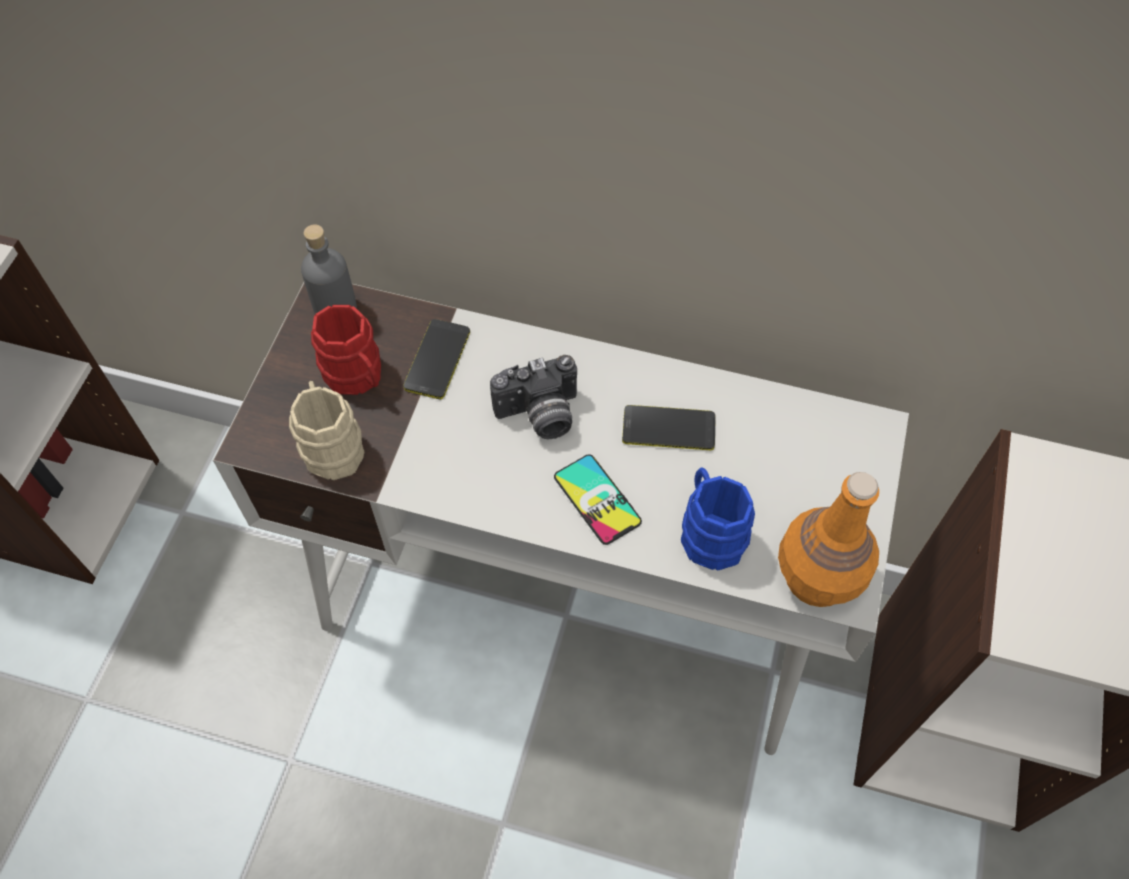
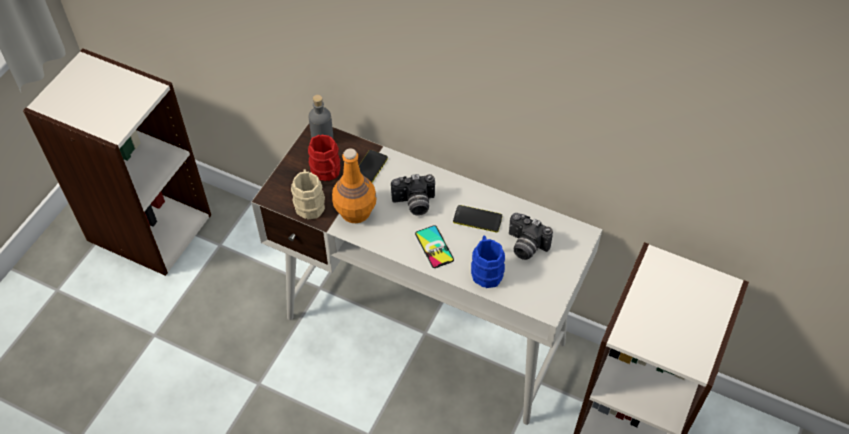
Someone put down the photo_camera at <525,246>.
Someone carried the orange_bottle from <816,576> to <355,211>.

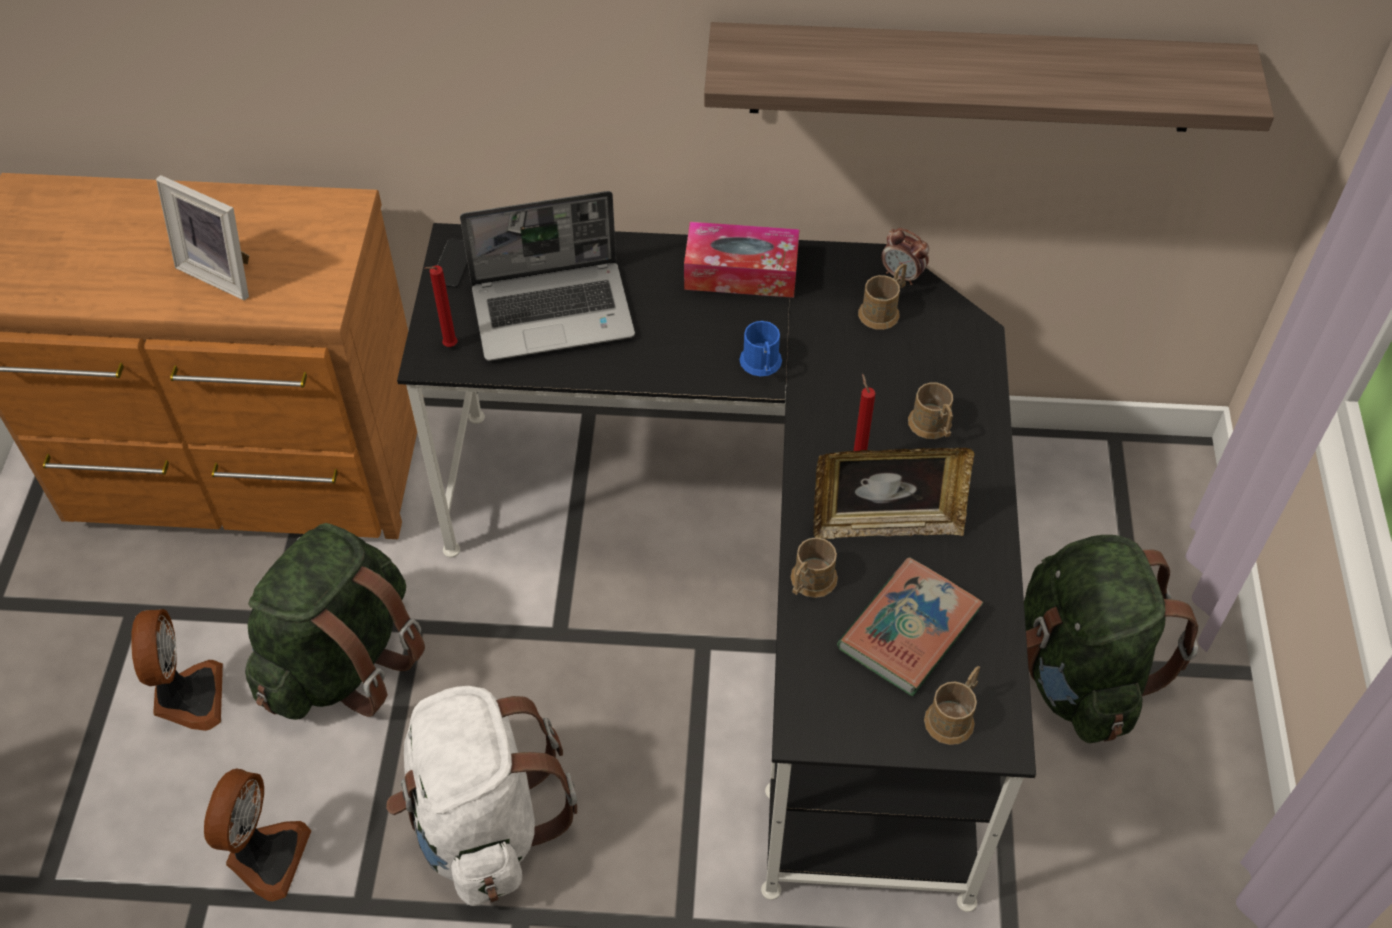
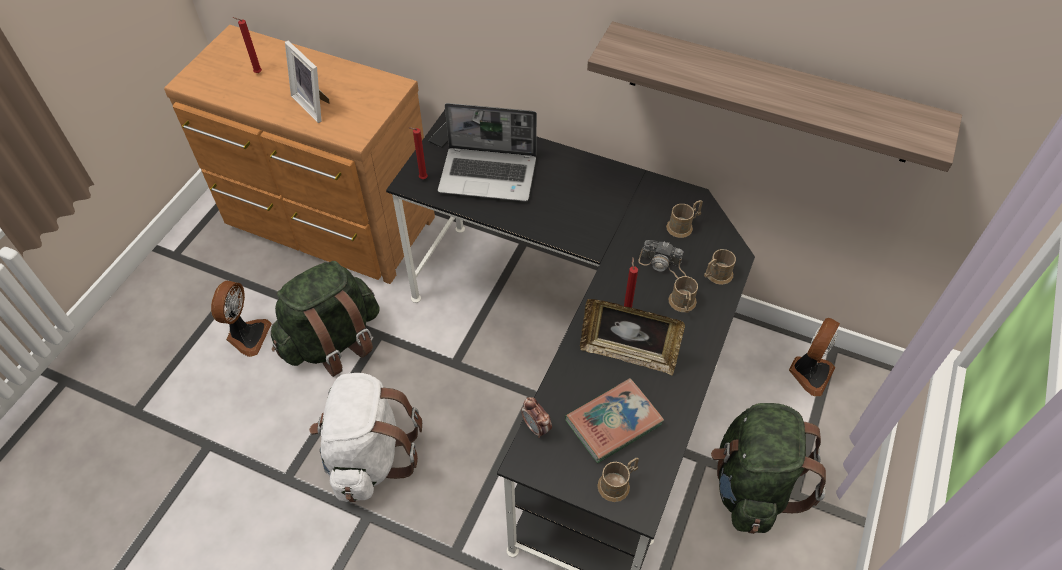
Someone took away the tissue_box at <741,272>.
Someone took away the blue_mug at <762,365>.
Someone put down the red_candle at <256,73>.
Someone put down the photo_camera at <663,264>.
Someone carried the fan from <265,856> to <809,372>.
Someone carried the brown_mug from <810,582> to <716,275>.
Someone carried the alarm_clock from <902,275> to <536,427>.

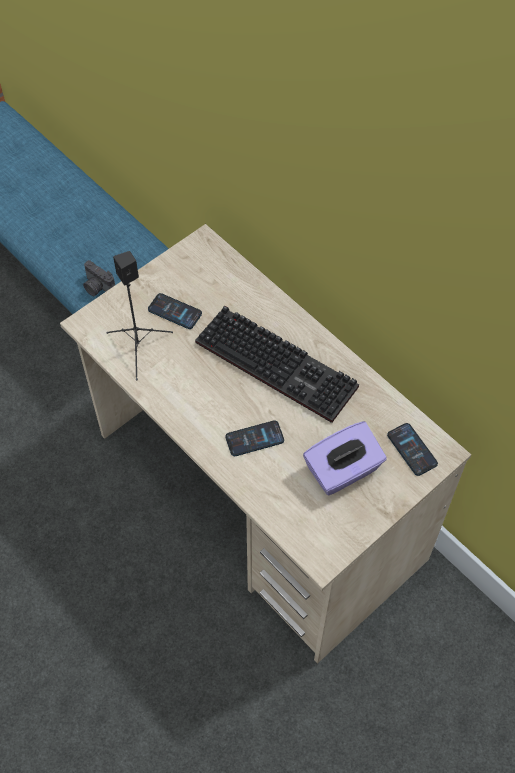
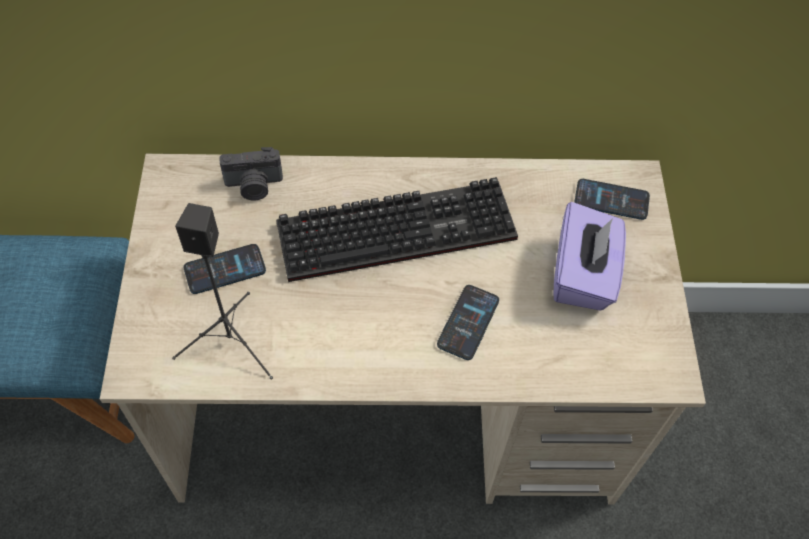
Someone carried the photo_camera from <97,288> to <254,186>.

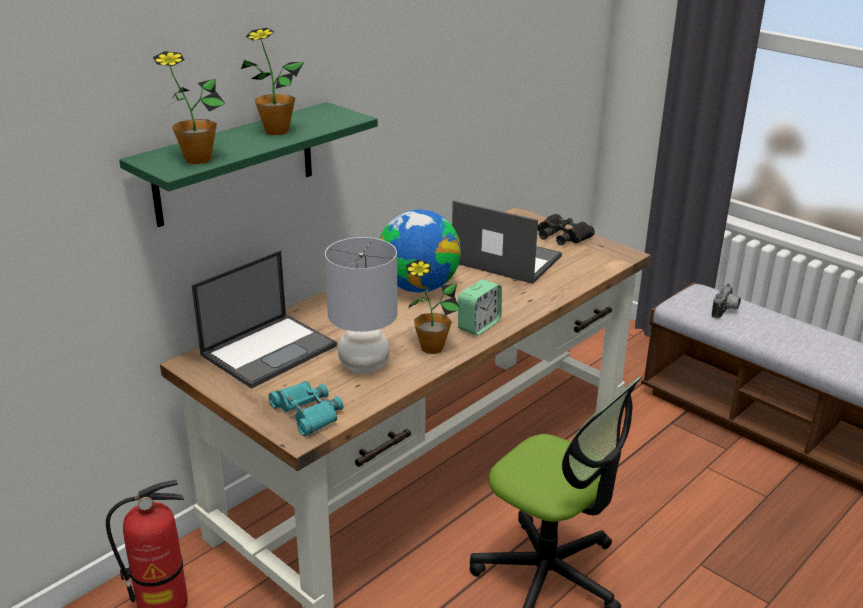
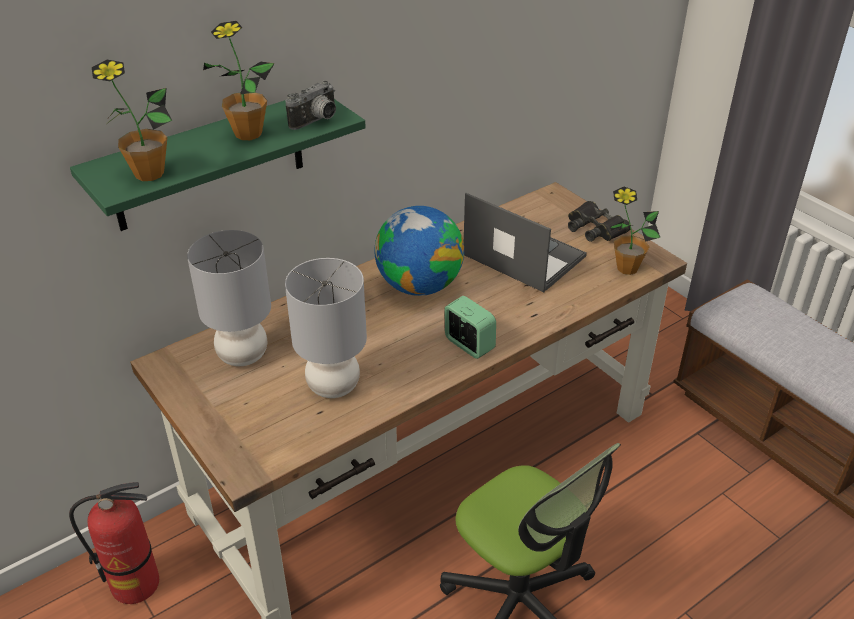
Someone took away the turquoise_binoculars at <307,413>.
Someone carried the potted_plant from <432,348> to <627,268>.
Someone carried the photo_camera from <725,311> to <317,121>.
Someone swapped the laptop at <269,350> for the grey_table_lamp at <243,355>.
Someone rotated the alarm_clock at <479,325> by 90 degrees counterclockwise.

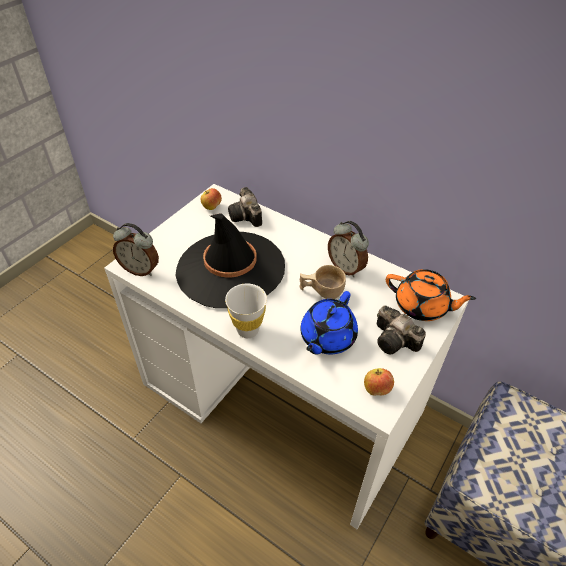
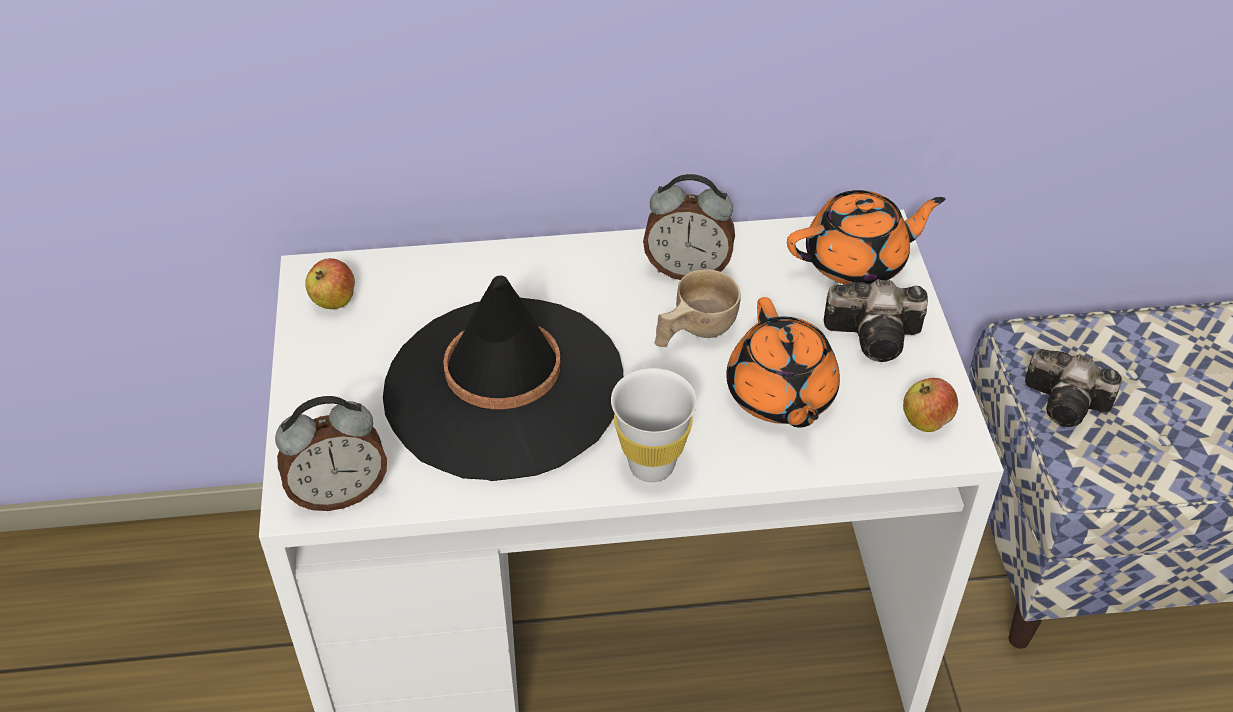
Someone carried the photo_camera from <246,217> to <1069,404>.
Someone repainted the blue_teapot at <327,338>, which became the orange_teapot at <780,396>.

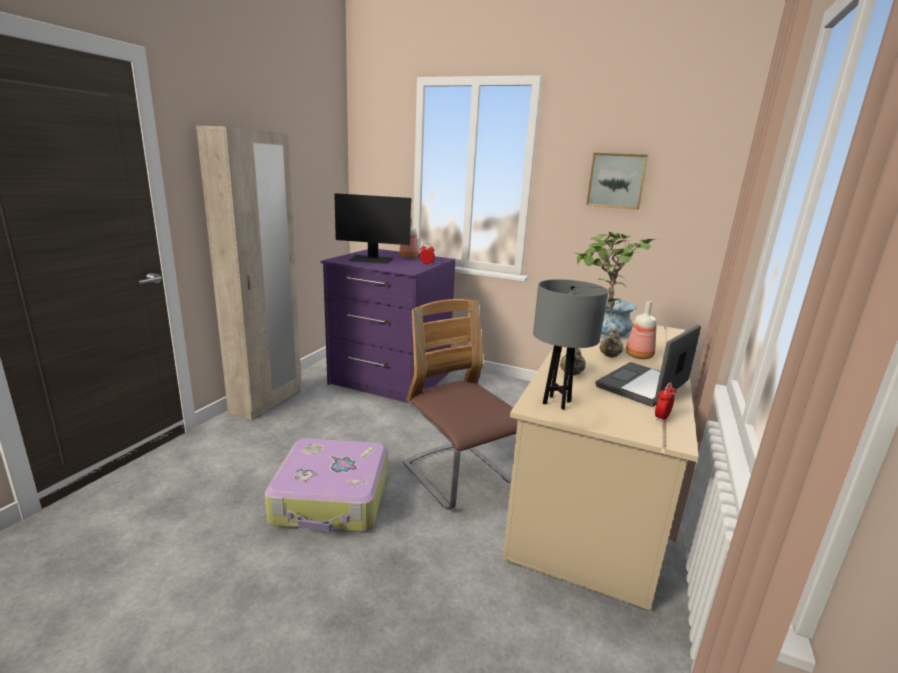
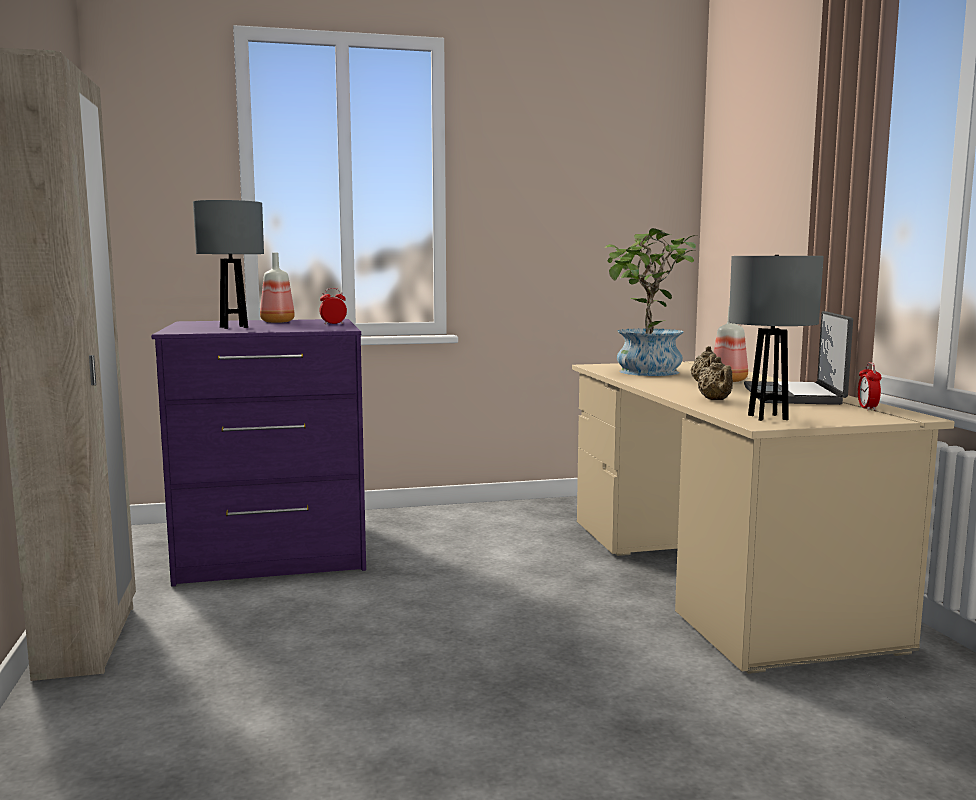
Someone took away the suitcase at <332,498>.
Someone took away the chair at <459,476>.
Someone took away the picture at <616,181>.
Someone swapped the monitor at <371,259> for the grey_table_lamp at <233,327>.

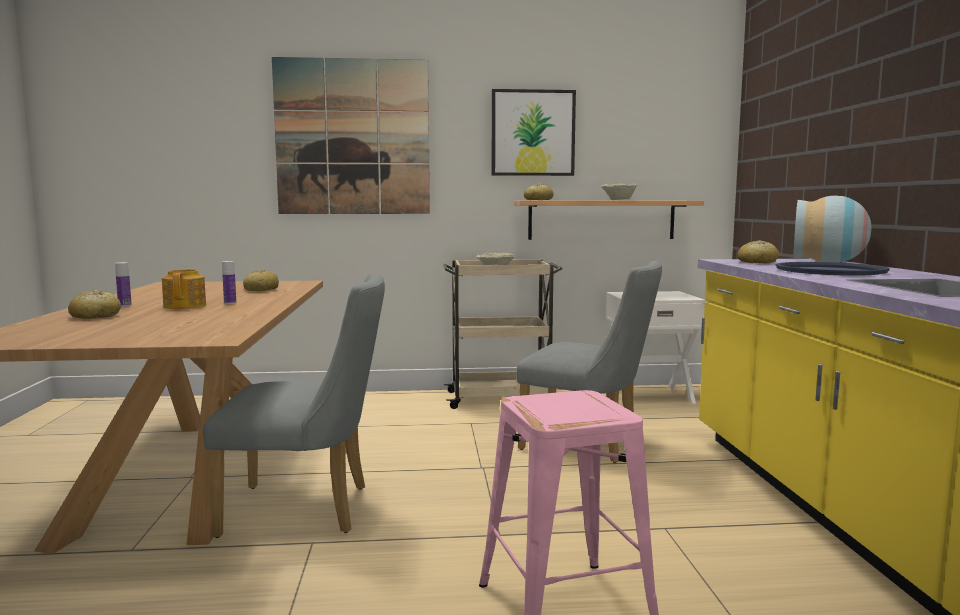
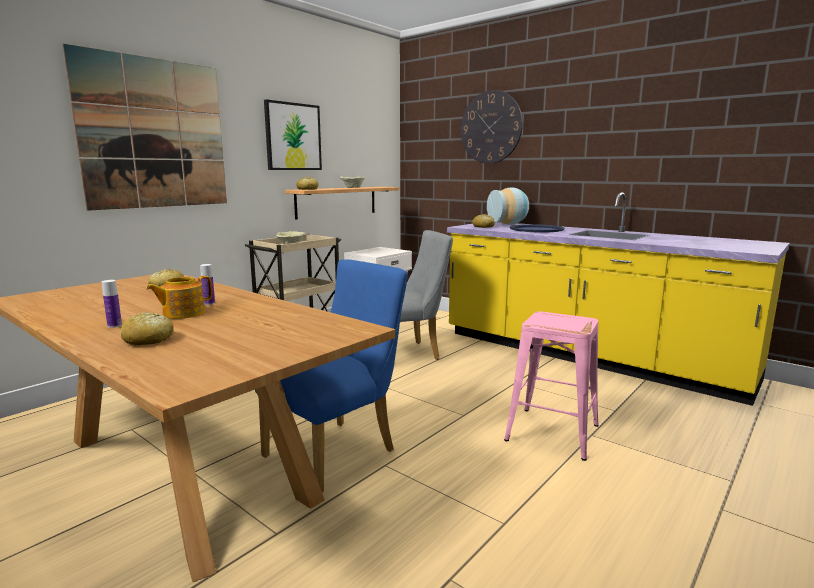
Someone put up the wall_clock at <491,127>.
Someone repainted the grey_chair at <308,510>, which became the blue_chair at <338,450>.
Someone rotated the teapot at <185,306> by 75 degrees counterclockwise.

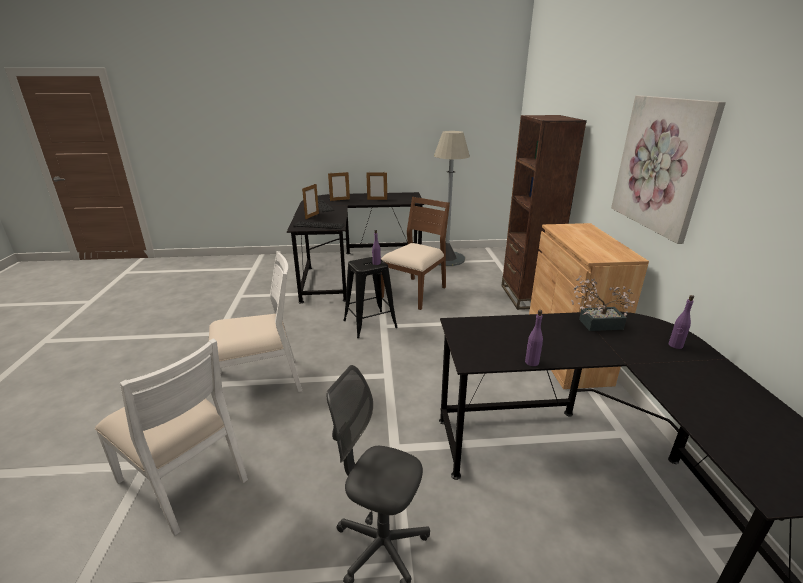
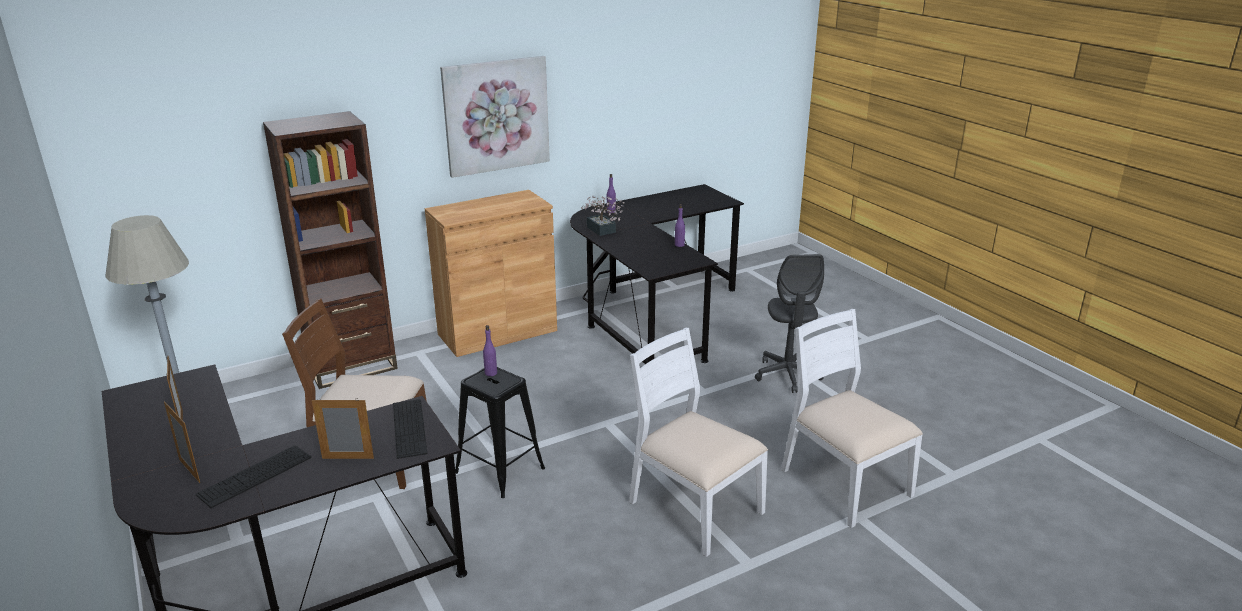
Someone rotated the white_chair at <185,479> by 45 degrees counterclockwise.

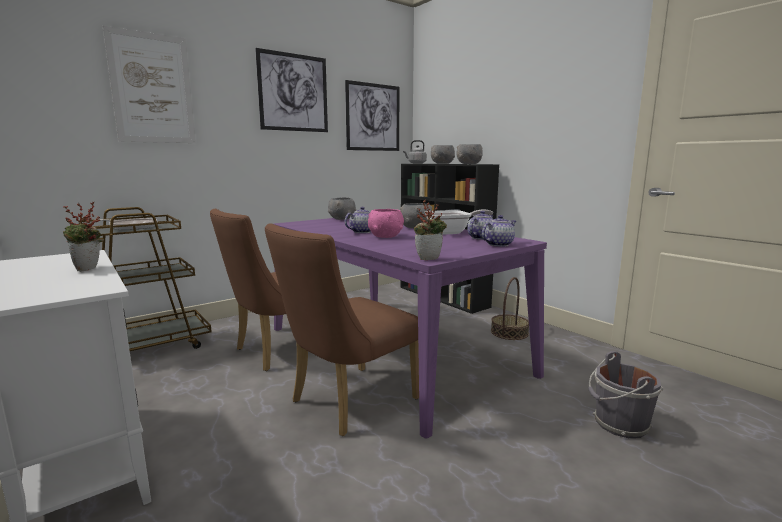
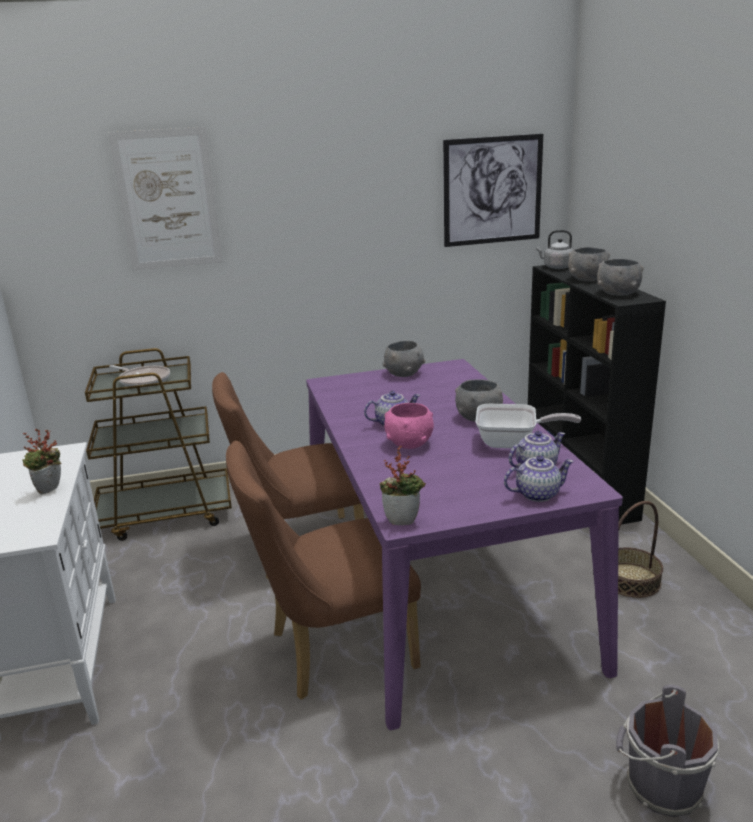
Someone took away the picture at <293,93>.

